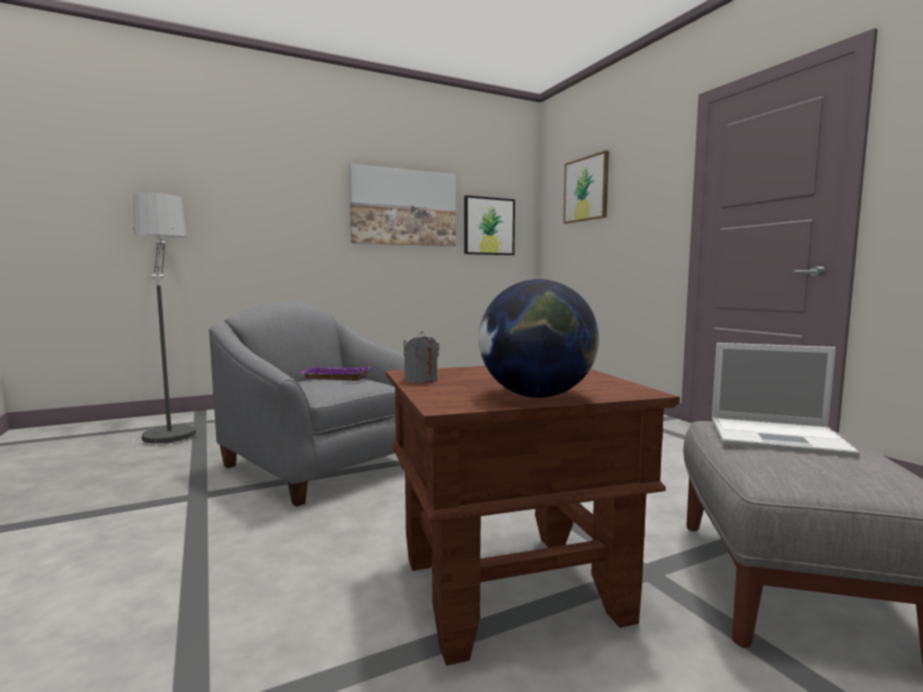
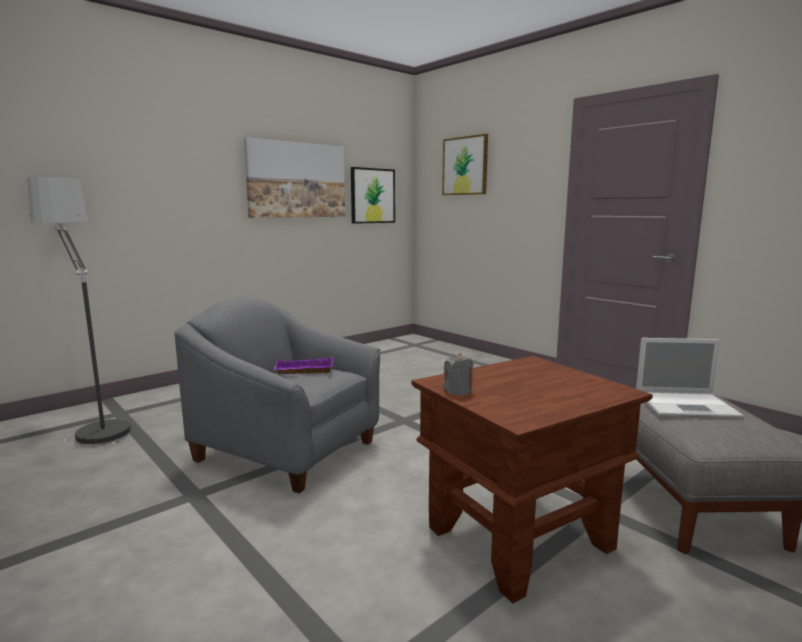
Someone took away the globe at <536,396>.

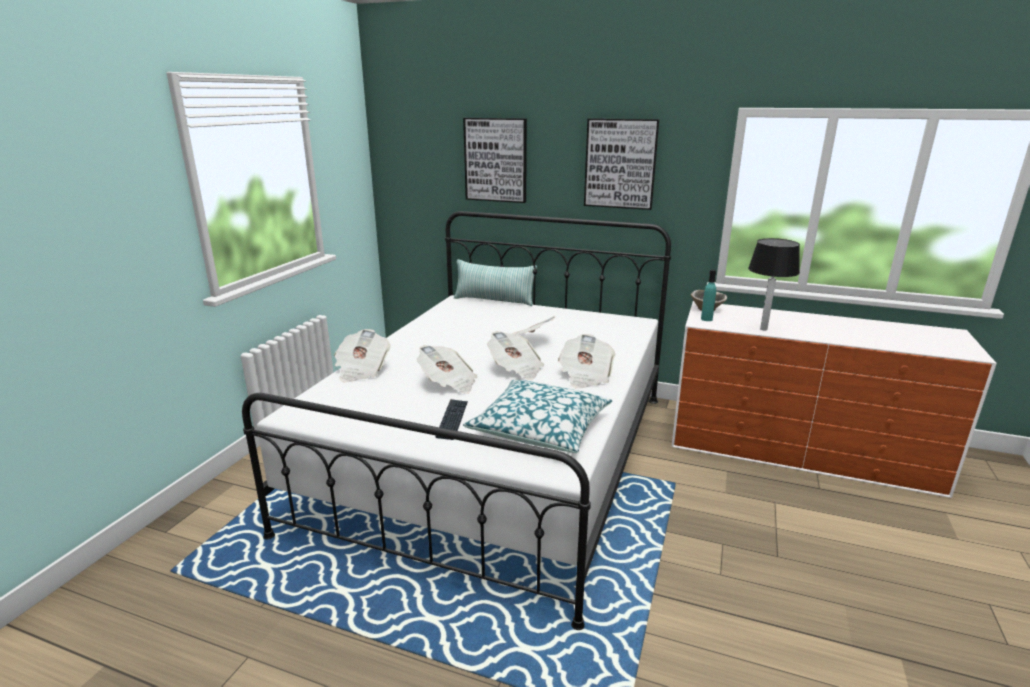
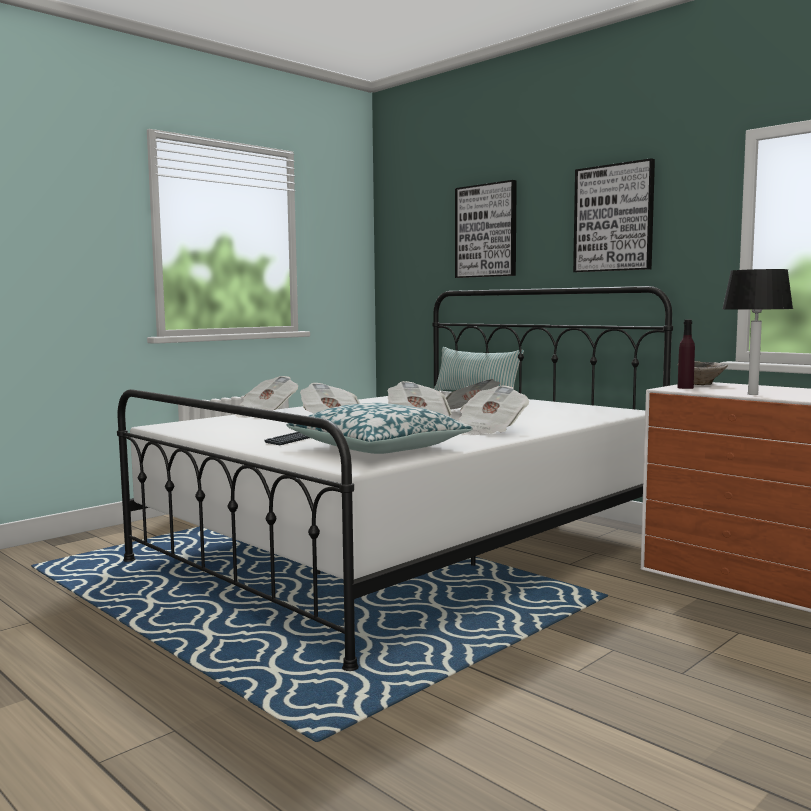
Someone repainted the turquoise_bottle at <706,319>, which became the purple_bottle at <685,388>.

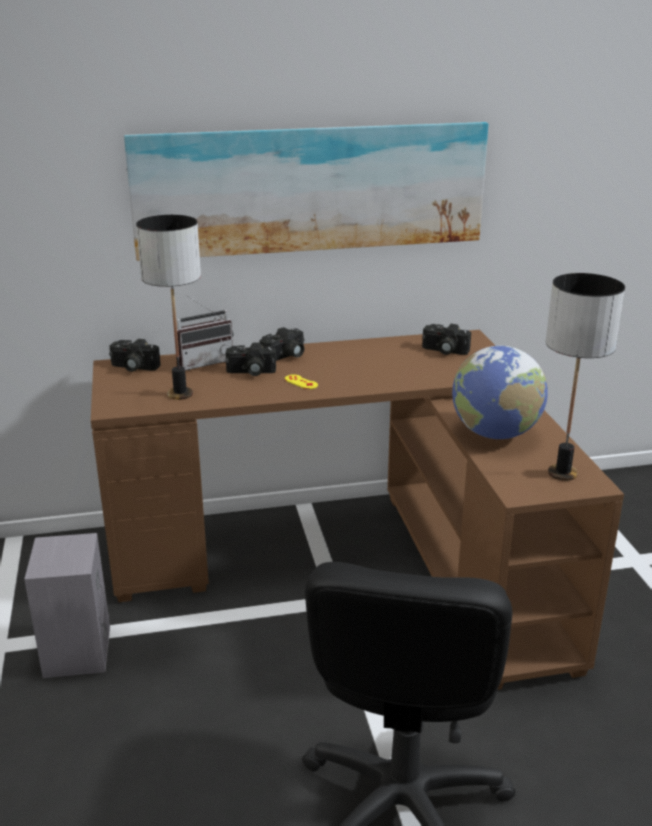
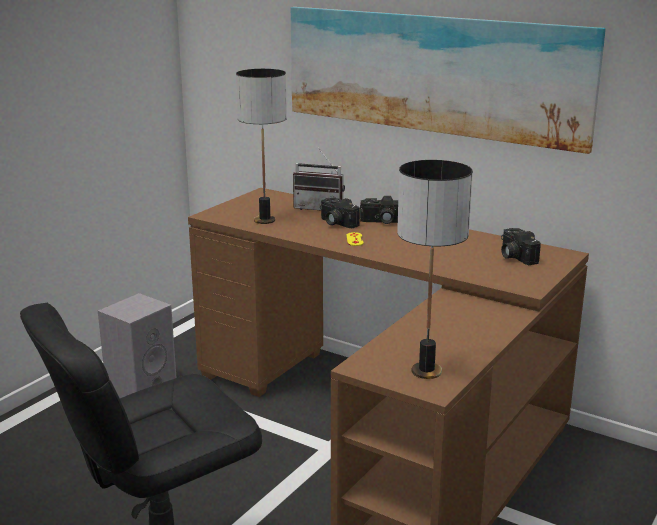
Someone took away the photo_camera at <133,367>.
Someone took away the globe at <495,434>.

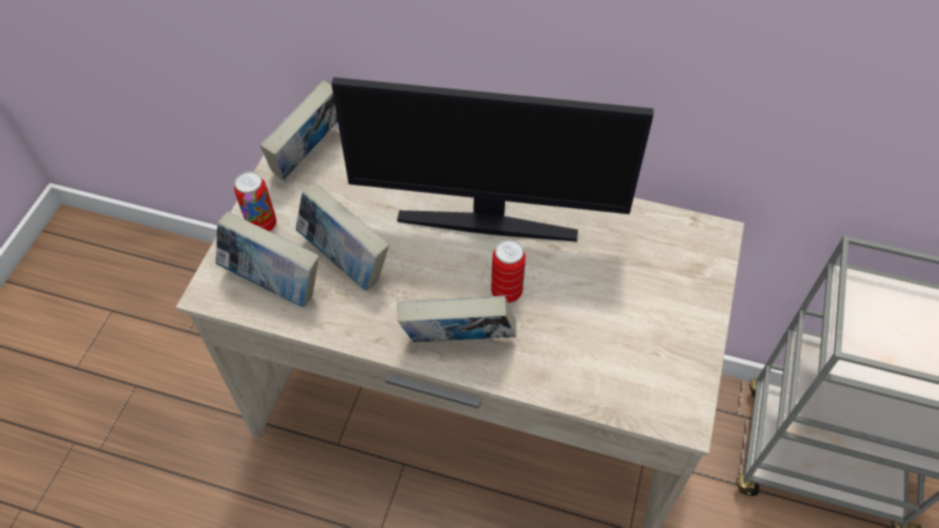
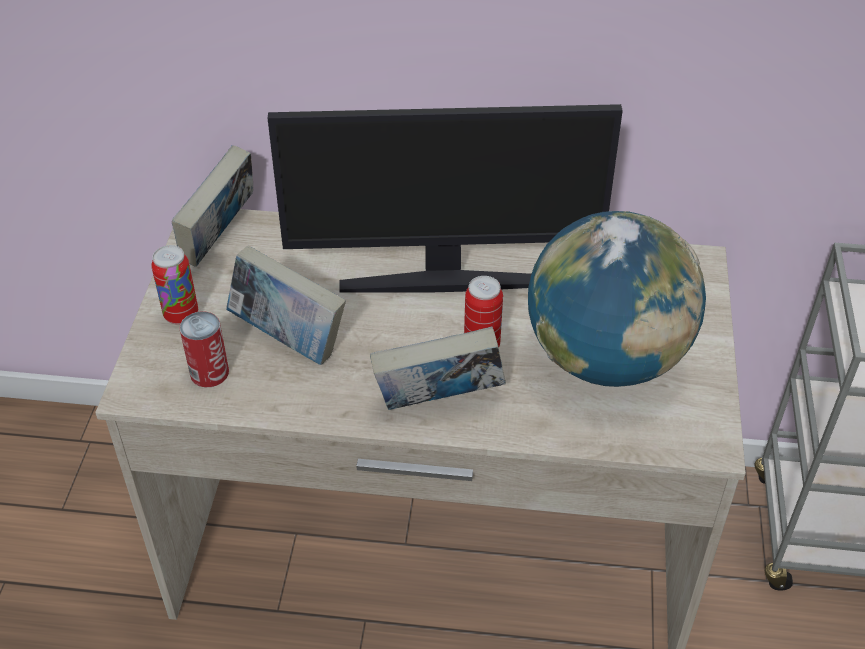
Someone put down the globe at <605,359>.
Someone swapped the book at <274,283> for the can at <209,372>.

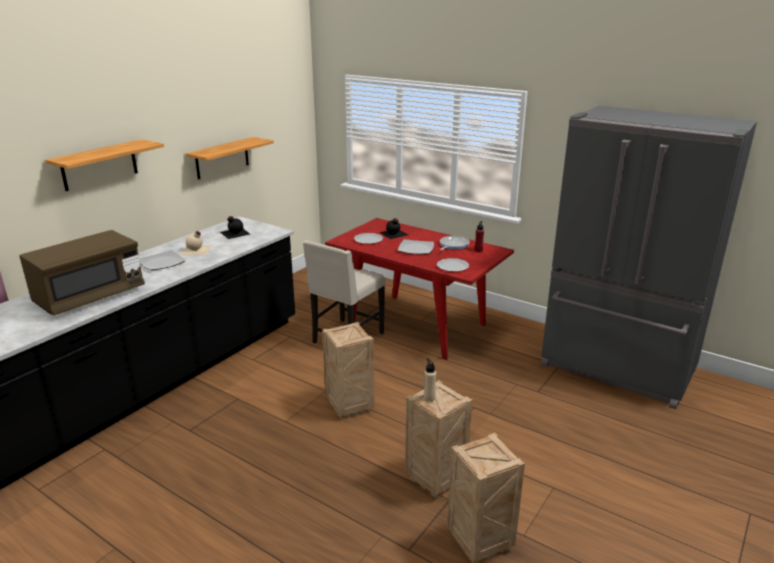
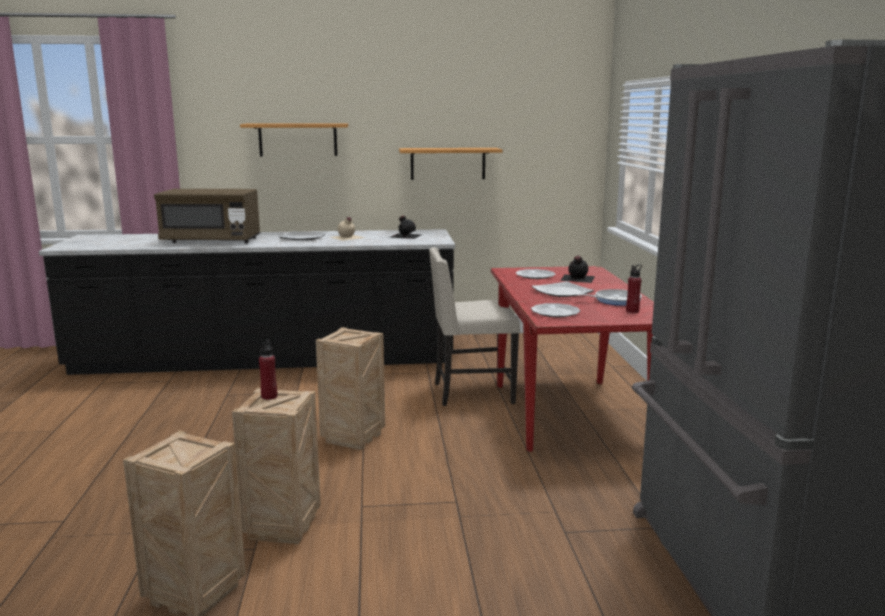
Someone repainted the beige_bottle at <429,398>, which became the red_bottle at <269,396>.

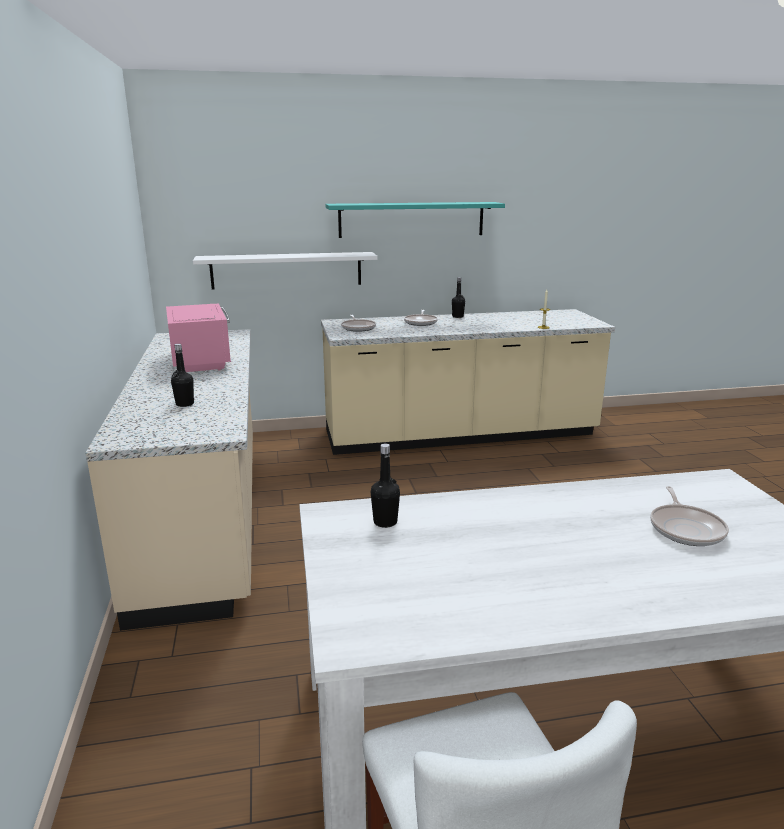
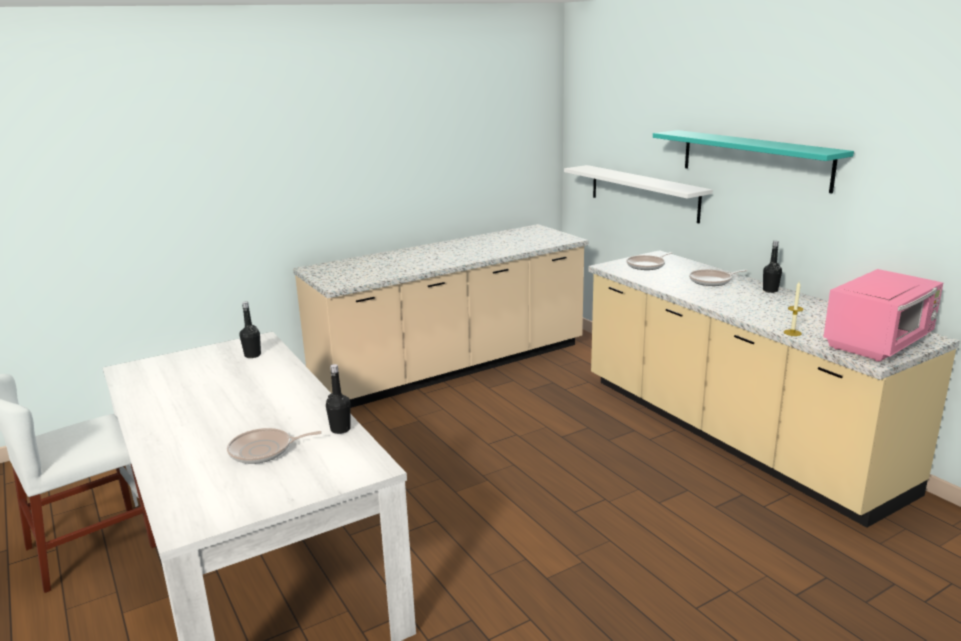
Someone carried the pink_microwave from <201,361> to <879,343>.
Someone carried the black_bottle from <184,404> to <340,429>.

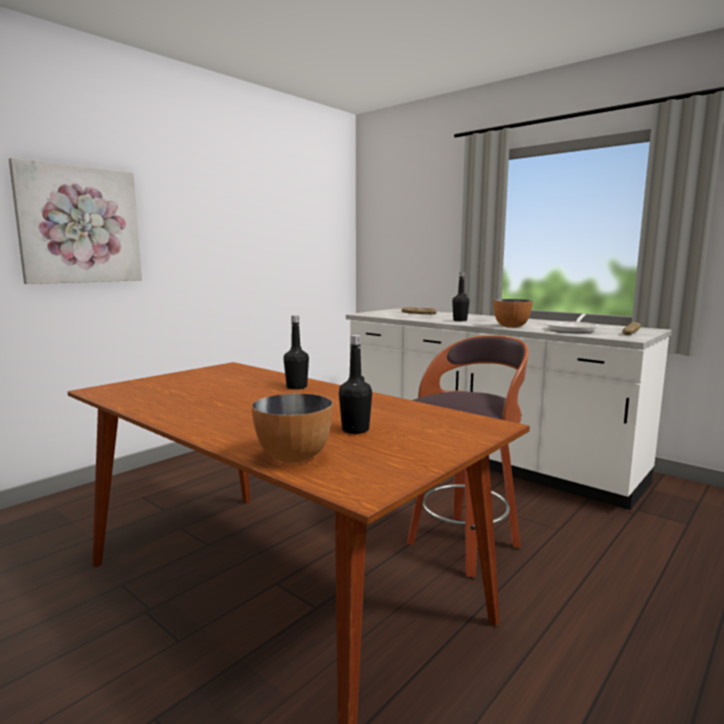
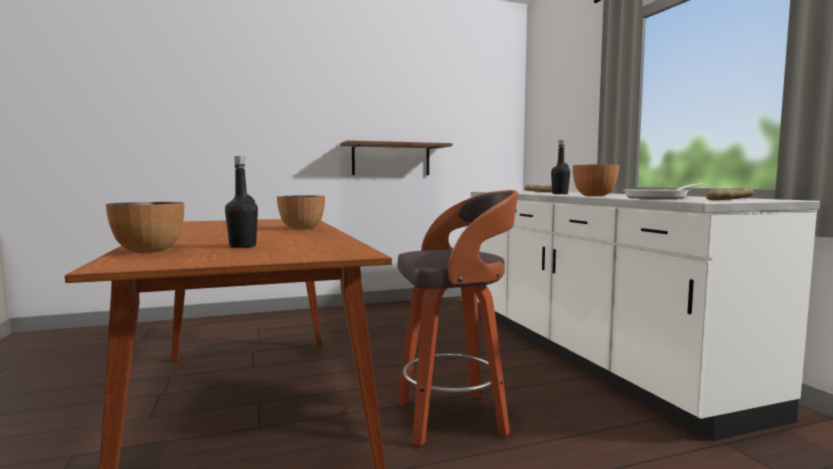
Someone took away the picture at <79,225>.
Someone put up the shelf at <391,159>.
Someone swapped the black_bottle at <296,387> for the bowl at <301,228>.

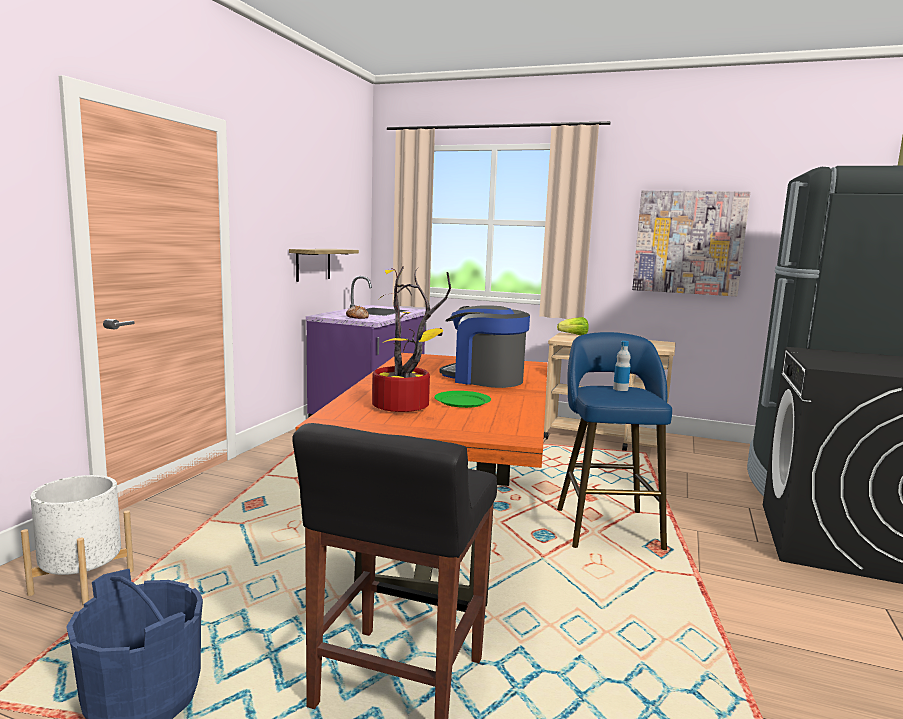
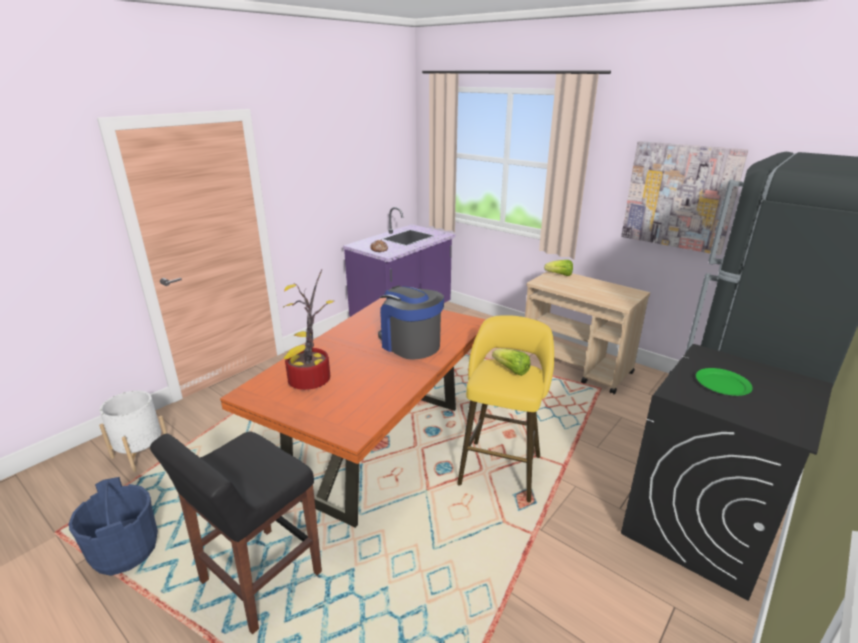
Someone took away the shelf at <313,264>.
Someone carried the green_plate from <462,401> to <722,384>.
Someone swapped the bottle at <620,389> for the lettuce at <511,370>.
Someone repainted the blue_stool at <606,526>, which became the yellow_stool at <501,466>.

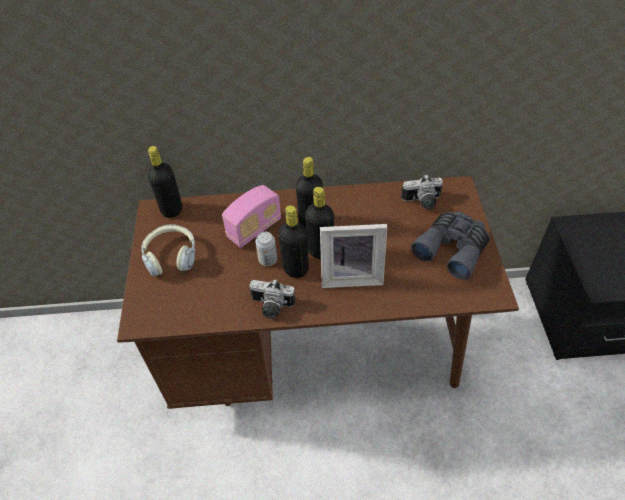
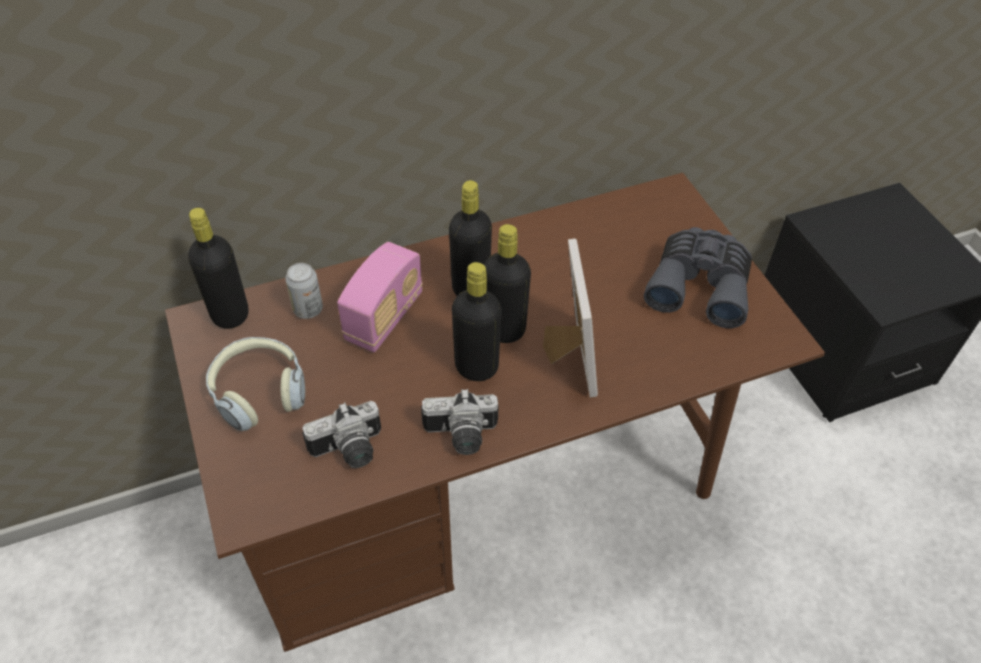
Someone carried the can from <267,260> to <308,309>.
Someone carried the photo_camera from <422,202> to <349,451>.
Someone rotated the picture_frame at <351,275> by 75 degrees counterclockwise.

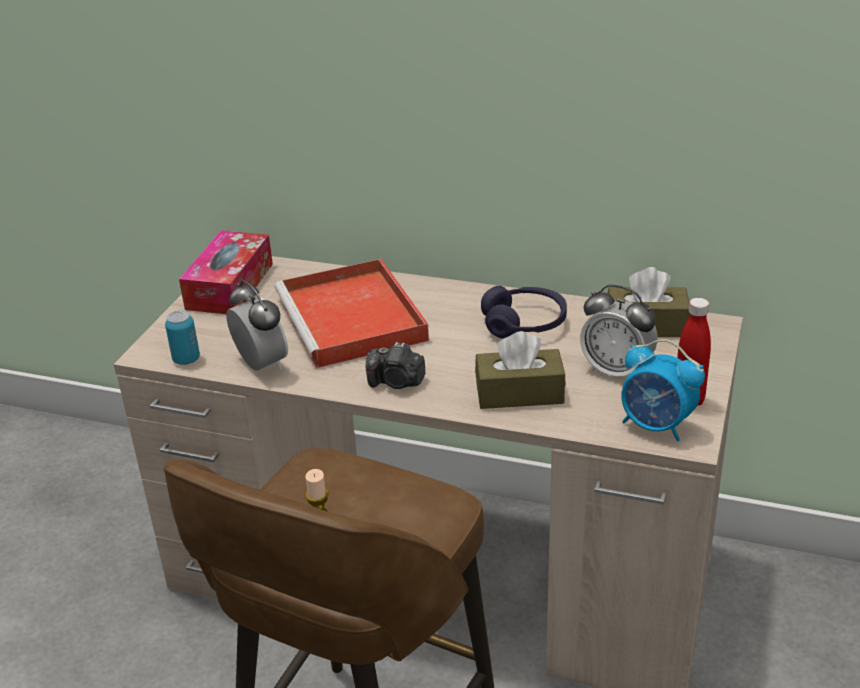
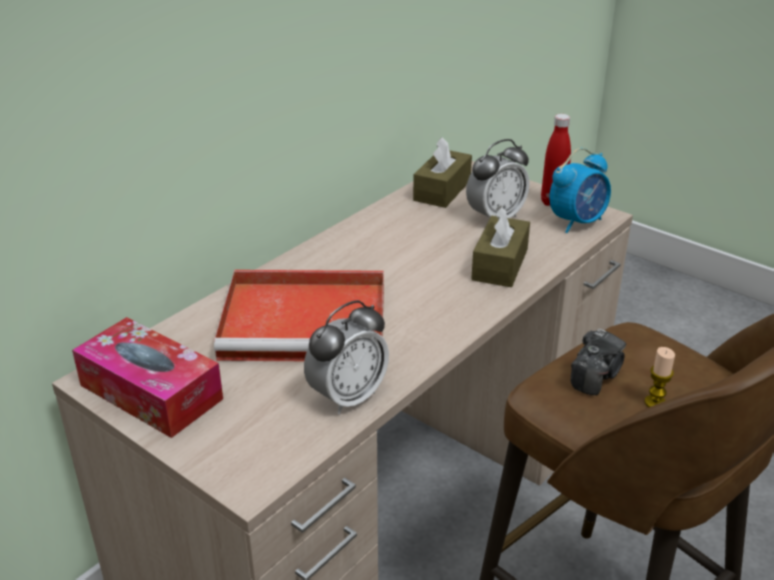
Someone took away the can at <186,359>.
Someone took away the purple_headphones at <524,324>.
Someone carried the photo_camera from <396,382> to <595,375>.
Someone rotated the alarm_clock at <261,365> by 150 degrees clockwise.

